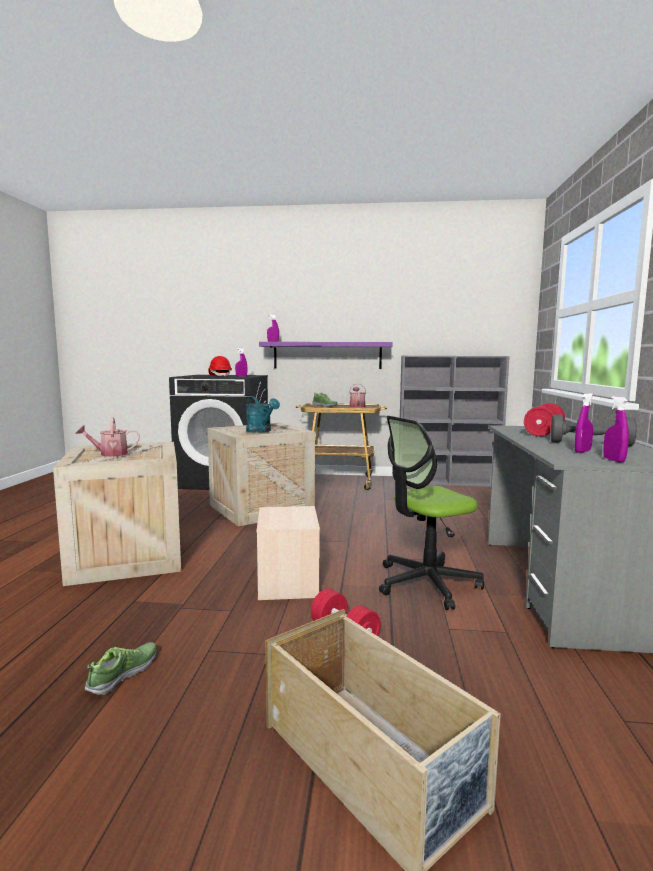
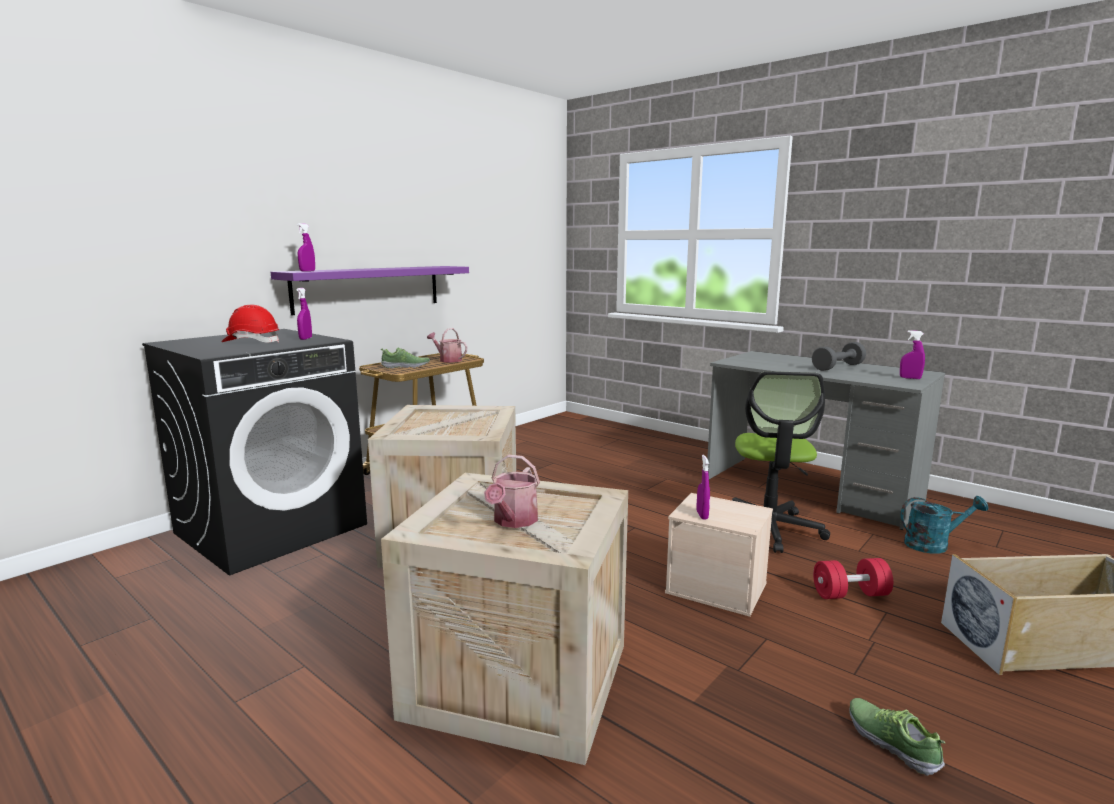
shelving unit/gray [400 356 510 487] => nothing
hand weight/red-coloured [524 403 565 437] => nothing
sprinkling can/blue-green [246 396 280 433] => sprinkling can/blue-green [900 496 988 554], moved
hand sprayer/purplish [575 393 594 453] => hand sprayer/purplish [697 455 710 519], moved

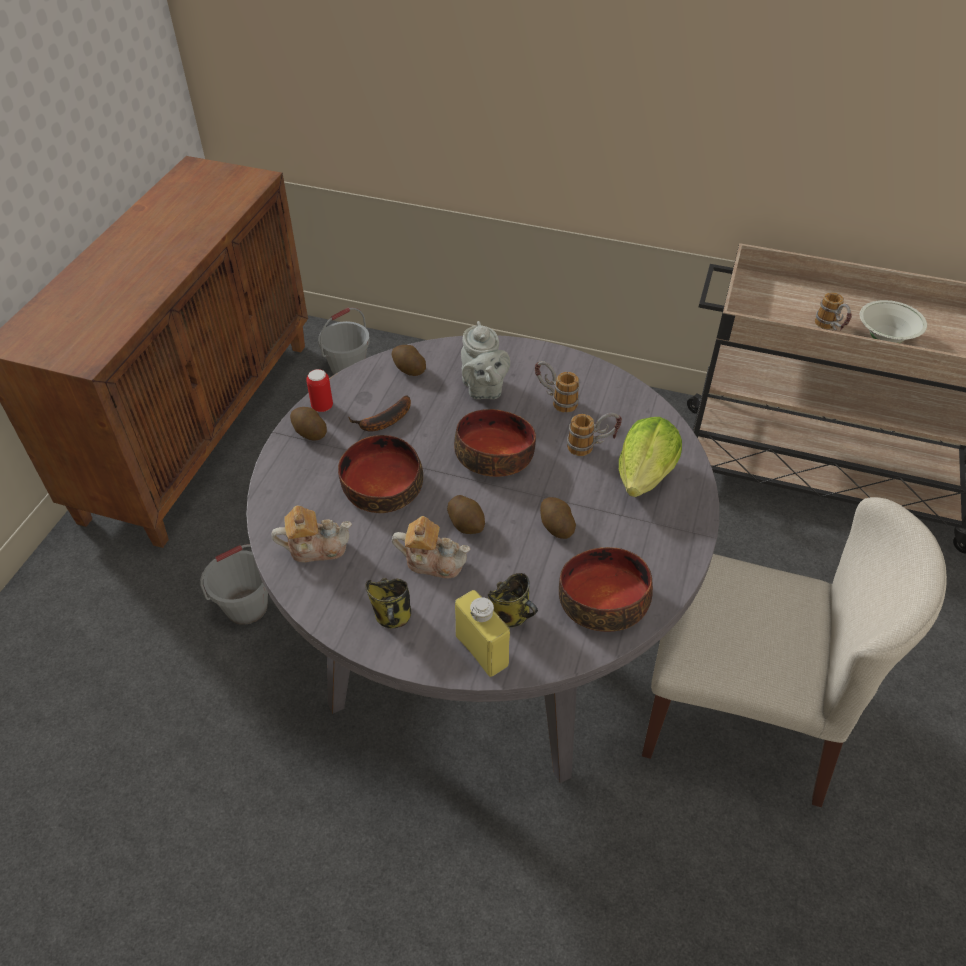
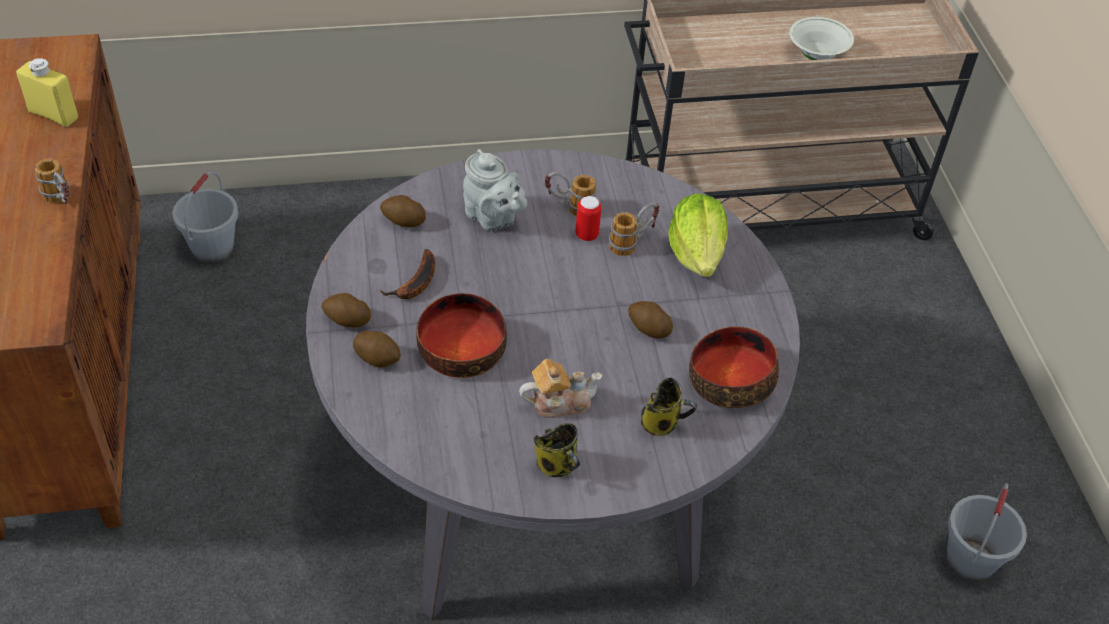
pot for tea [271 505 352 563] => nothing
bowl [454 409 536 477] => nothing
plain chair/beige [642 497 947 807] => nothing
bucket/gray [200 544 268 625] => bucket/gray [946 483 1027 581], moved
sealed can [306 369 333 412] => sealed can [575 196 602 241], moved
whole potato [447 495 485 534] => whole potato [353 331 401 368], moved
bottle/yellow-coloured [455 590 510 677] => bottle/yellow-coloured [16 58 78 127], moved
coffee mug [815 292 852 331] => coffee mug [35 159 70 205], moved

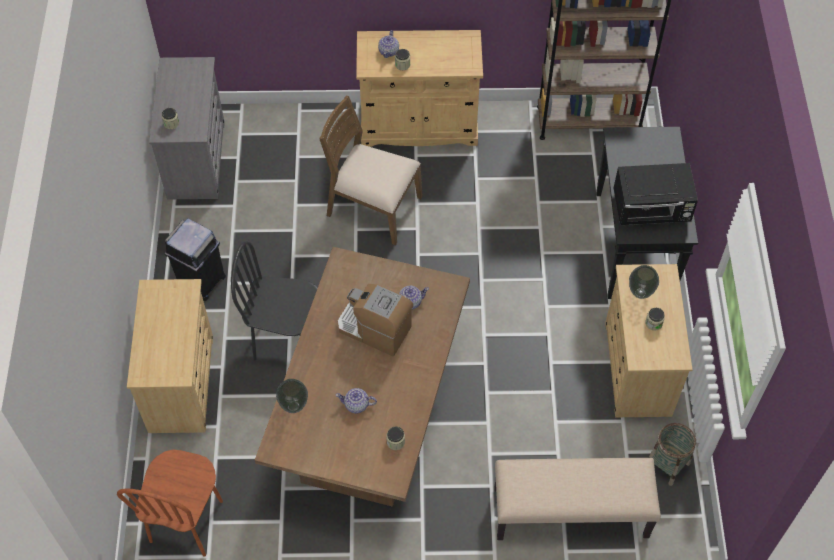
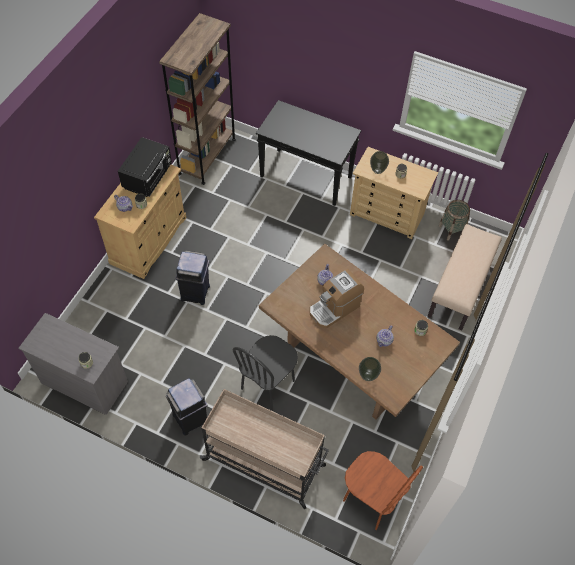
microwave oven/black [614 163 698 226] => microwave oven/black [118 137 172 197], moved
chest of drawers/beige [127 279 213 433] => wheeled cart/beige [200 389 329 509]
plain chair/brown [319 96 423 246] => trash can/bluish [175 250 210 305]

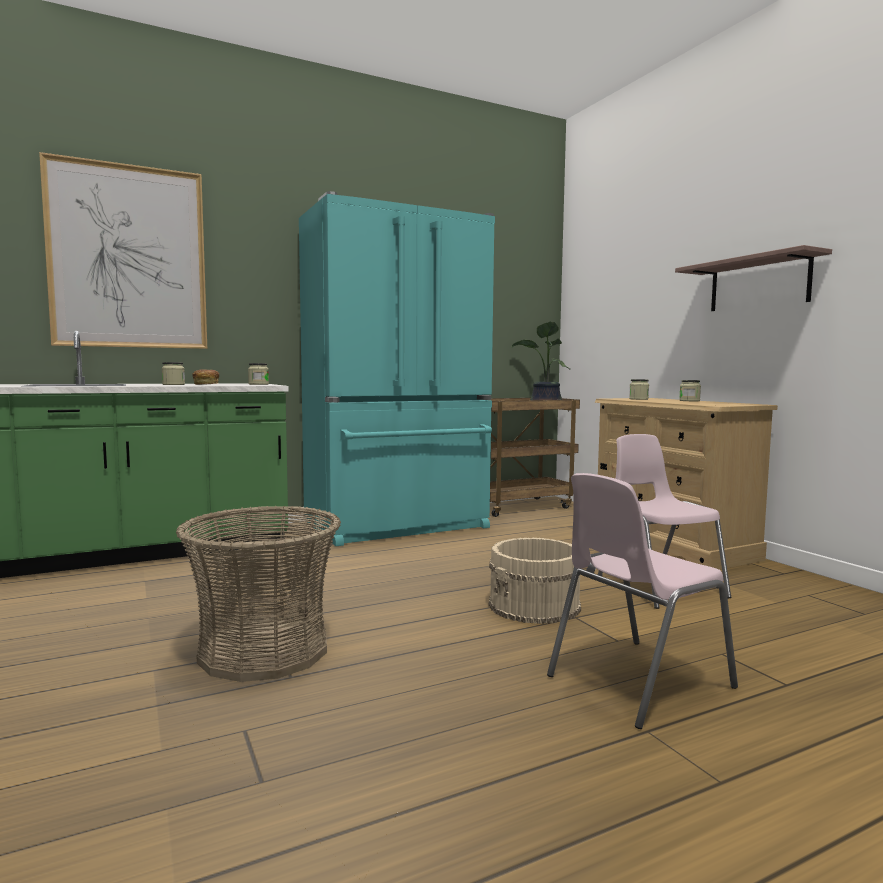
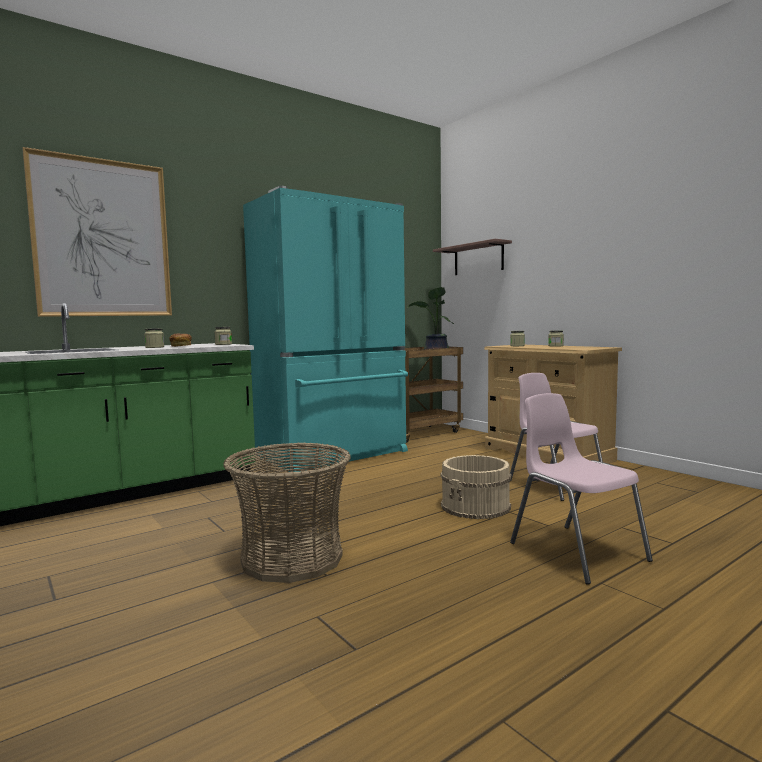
bracket shelf [675 245 832 311] => bracket shelf [433 239 512 275], moved
plain chair/pink [547 473 738 729] => plain chair/pink [510 393 653 584], 105 degrees clockwise

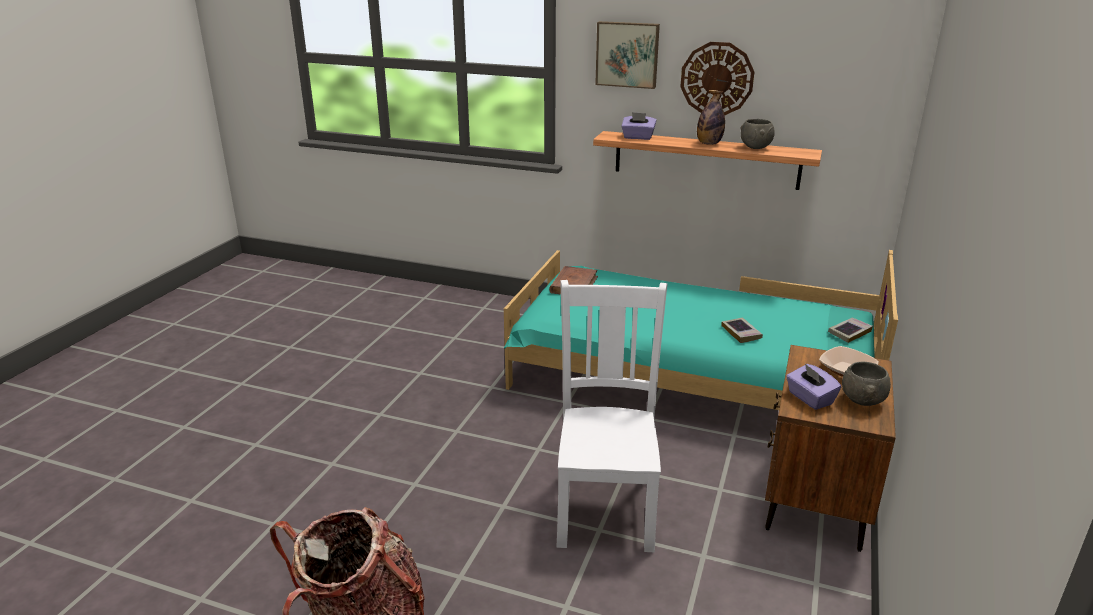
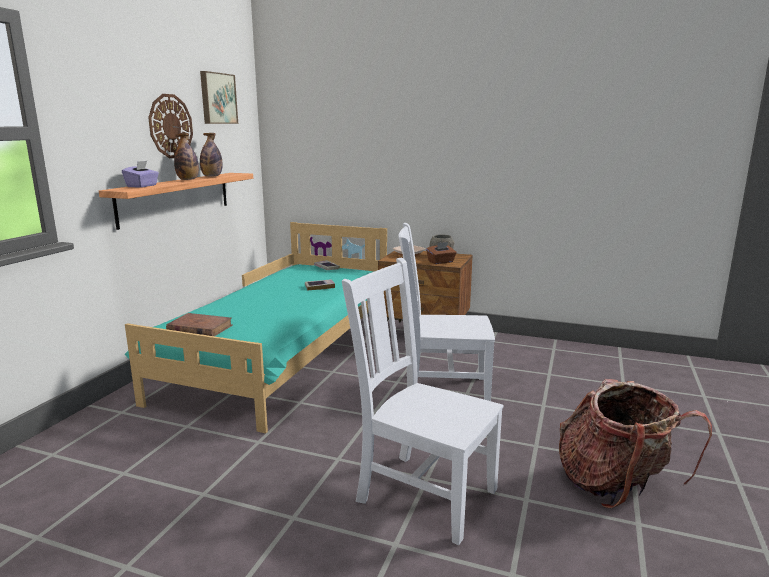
nothing => plain chair/white-coloured [342 258 503 545]
wall picture [595 21 660 89] => wall picture [200 71 238 124], moved
bowl/gray [740 119 775 149] => bottle [200 133 223 177]
box of tissues/purplish [786 364 841 410] => box of tissues/brown [426 242 456 264]

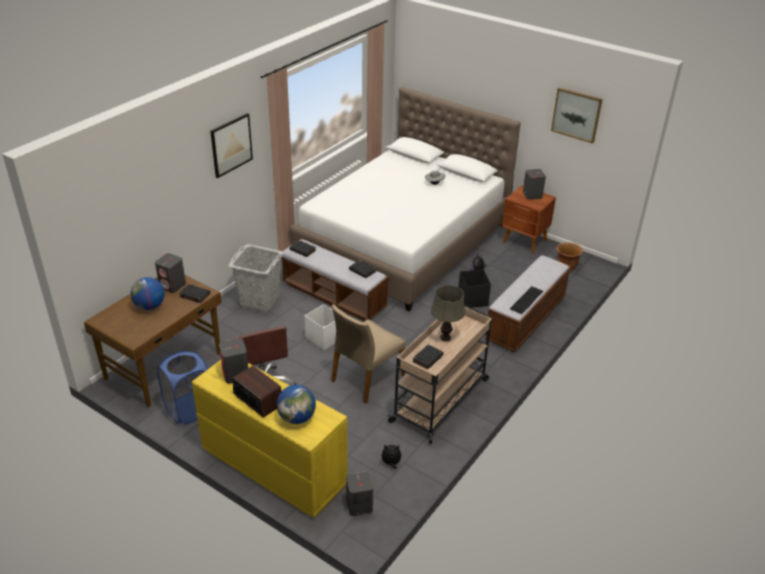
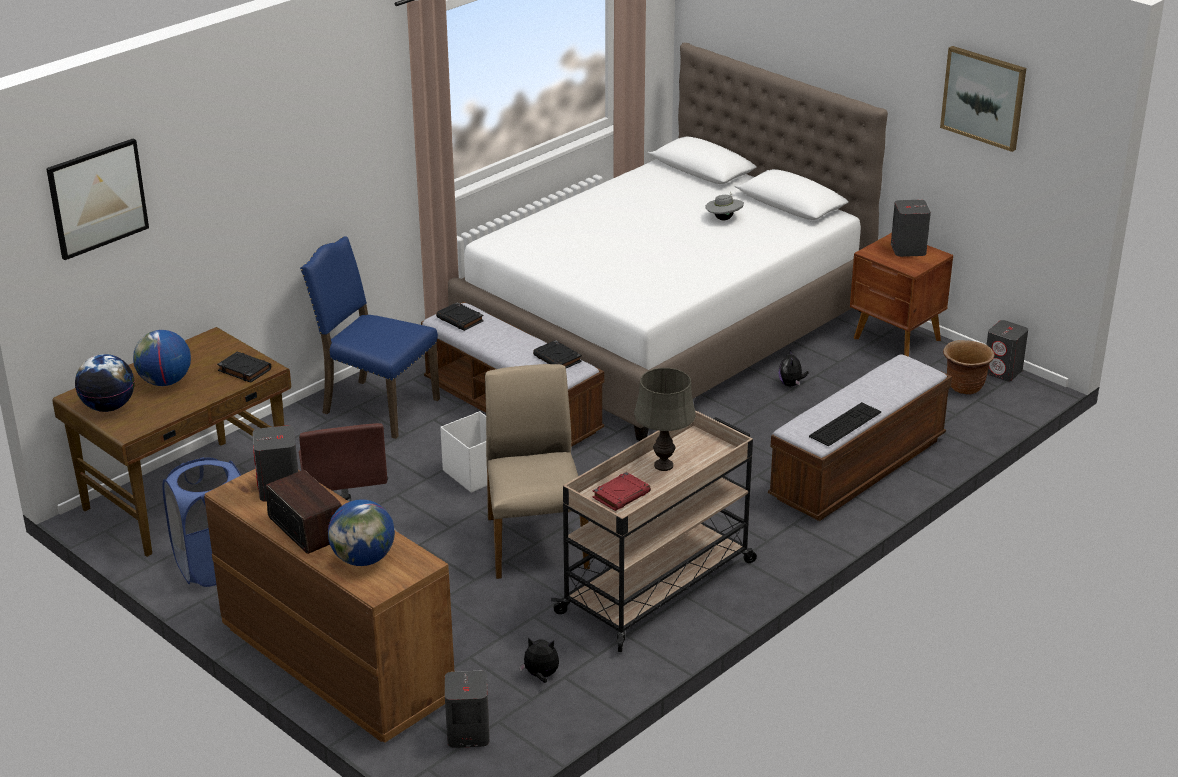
storage box/black [458 269 491 308] => nothing
nothing => desk globe [75 354 134 412]
speaker/gray [155 253 186 293] => speaker/gray [987 320 1028 381], moved
wall picture [211 113 253 178] => wall picture [46 138 149 260], moved
hamper/gray [228 244 284 312] => plain chair/bluish [300 236 440 439]
chest of drawers/yellow-coloured [192 360 348 518] => chest of drawers/brown [204 468 454 743]
book/black [412 345 444 369] => book/red-coloured [593 472 651 511]
plain chair/beige [331 304 405 404] => plain chair/beige [485 364 590 579], 120 degrees clockwise

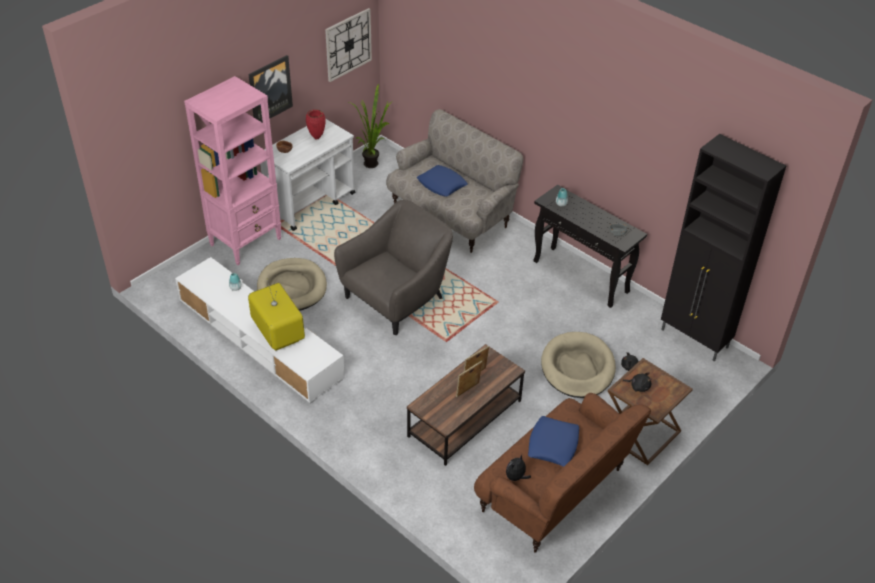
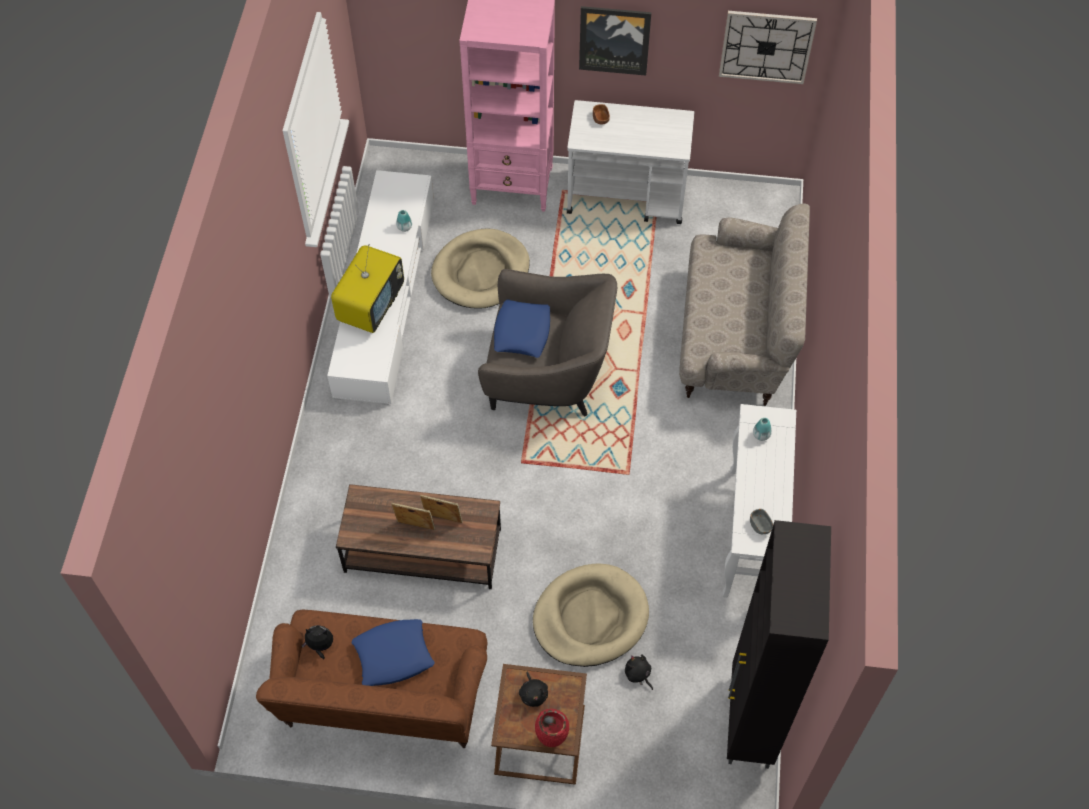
plant in a pot [349 84 391 168] => nothing
decorative vase/red-coloured [306 109 325 140] => decorative vase/red-coloured [535 709 569 747], moved
cushion/bluish [417 165 468 197] => cushion/bluish [494 300 550 358], moved
console table/black [533 185 647 308] => console table/white-coloured [722 404 796 597]

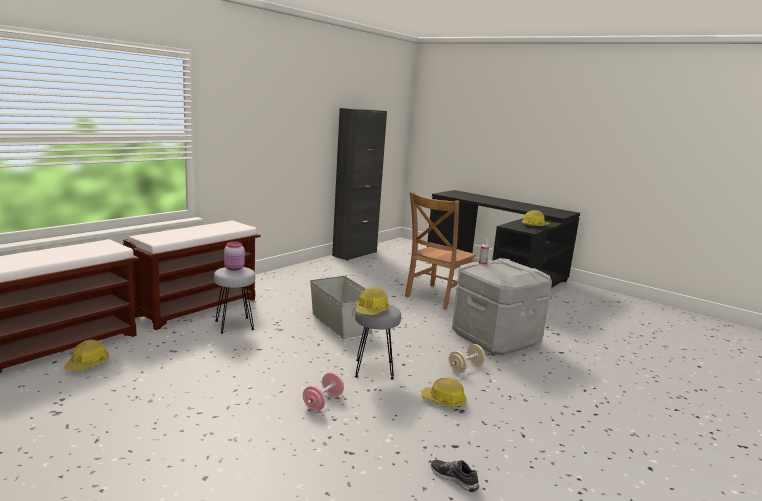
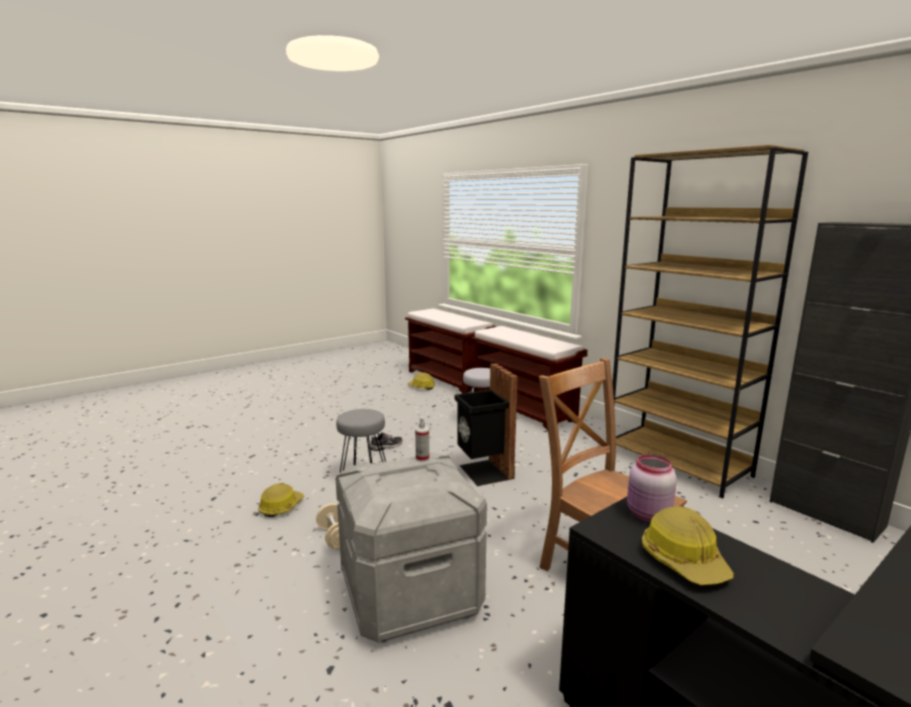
hand weight/pink [303 372 344 411] => nothing
work helmet [356 287 390 315] => nothing
nothing => shelving unit/brown [612 145 808 499]
storage jar/pink [224 241 245 271] => storage jar/pink [627 454 677 522], moved
shoe [431 460 479 492] => shoe [370 432 402 451], moved
storage box/gray [310 276 372 339] => trash can/black [455 363 518 486]

